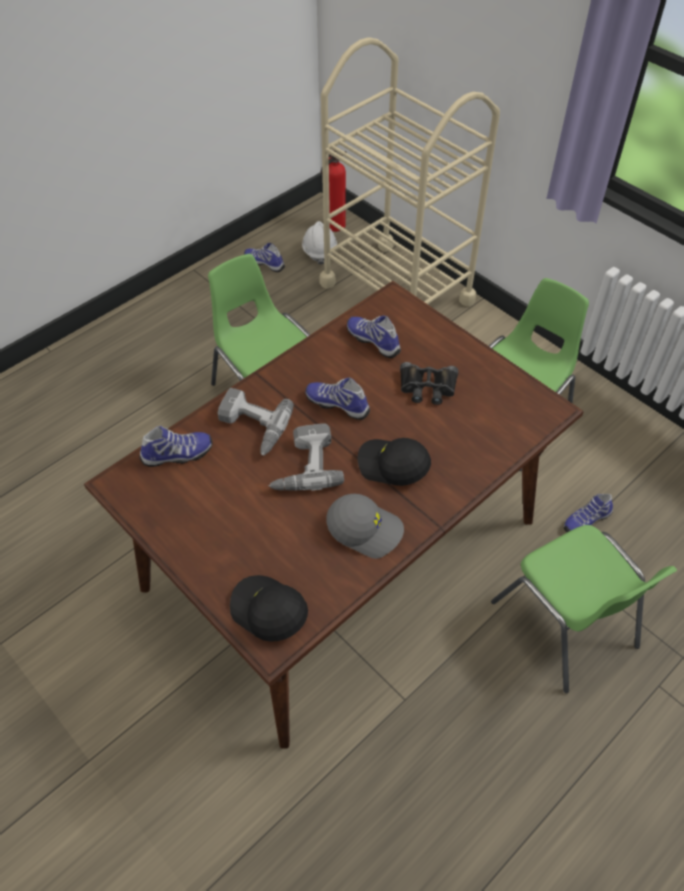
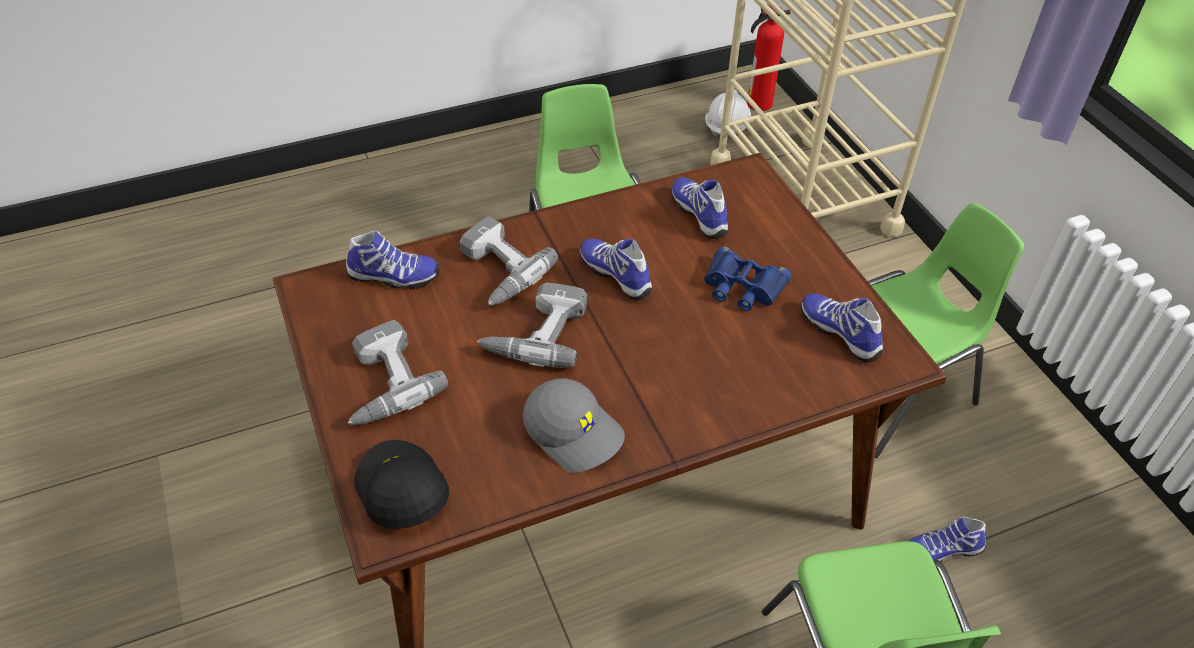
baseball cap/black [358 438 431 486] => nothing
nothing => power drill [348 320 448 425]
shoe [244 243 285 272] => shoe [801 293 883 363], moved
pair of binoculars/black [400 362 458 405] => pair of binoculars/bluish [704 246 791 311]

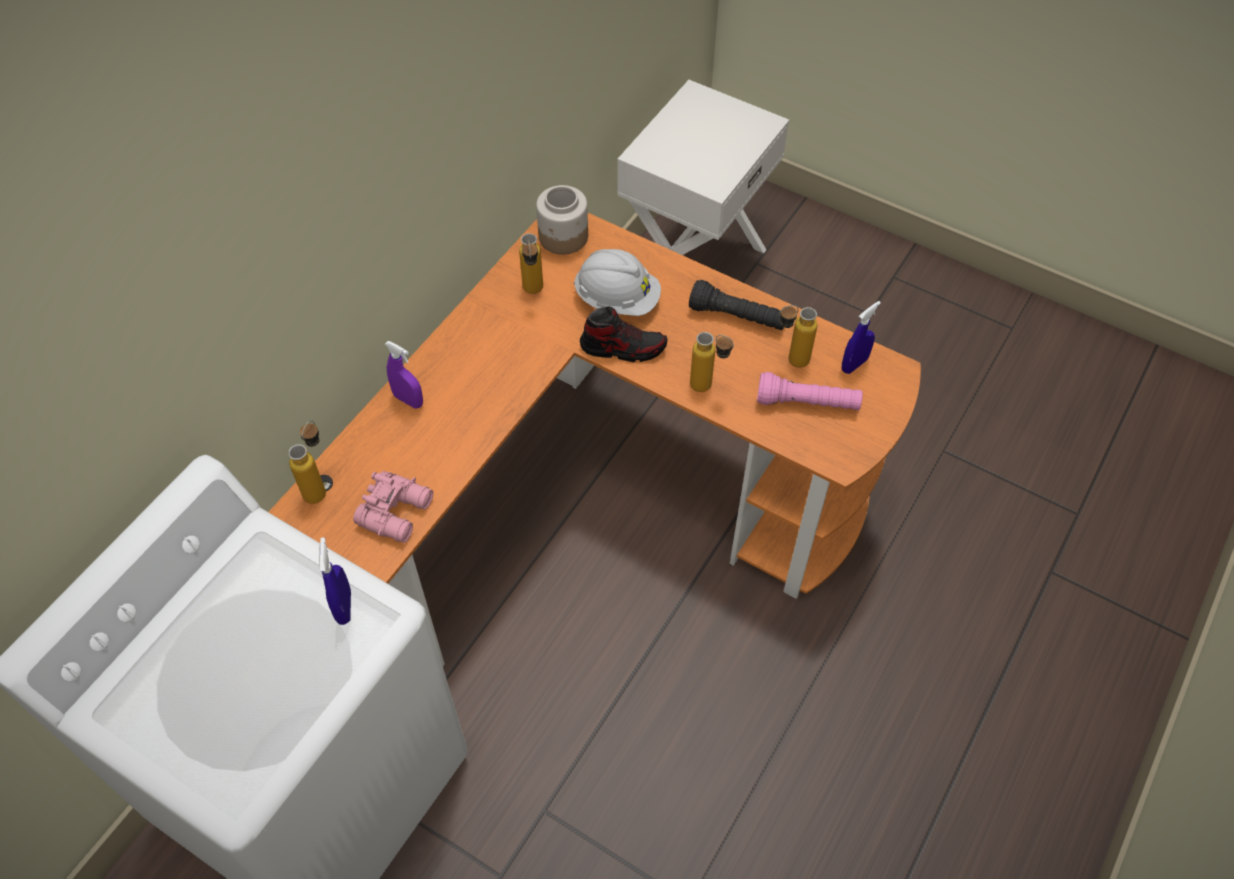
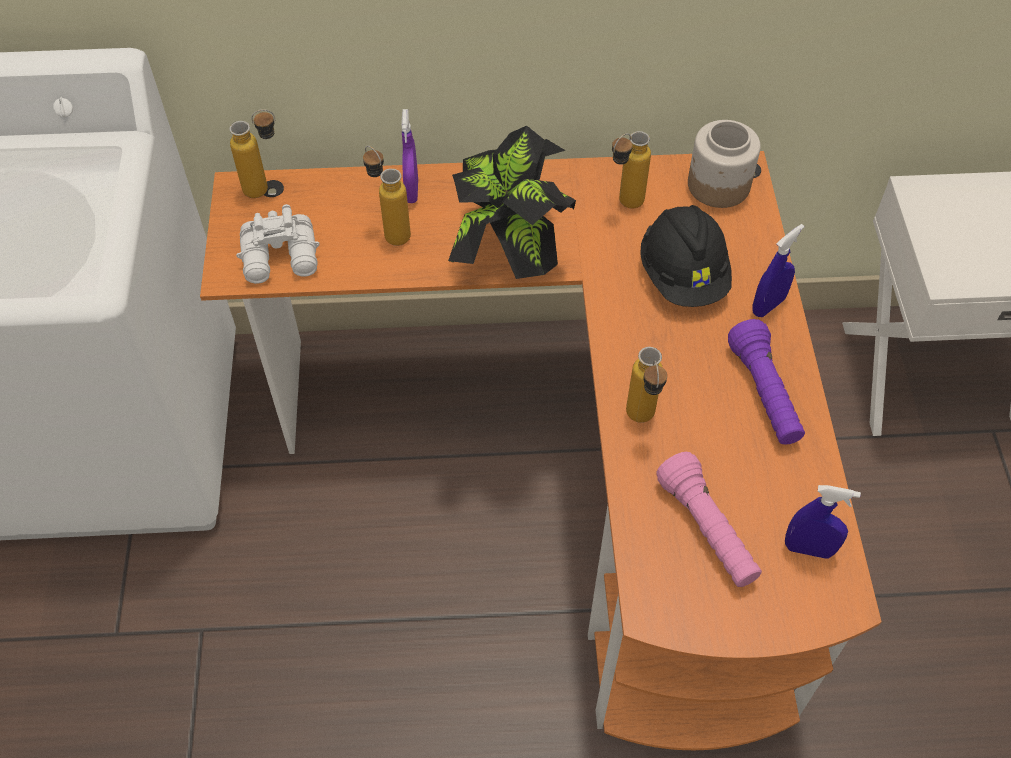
shoe [580 306 667 362] => nothing
nothing => plant in a pot [448 126 576 279]
hand sprayer/bluish [319 537 351 625] => hand sprayer/bluish [752 224 804 317], moved
bottle [779 305 817 368] => bottle [363 146 411 246], moved
pair of binoculars/pink [353 471 433 543] => pair of binoculars/white-coloured [236 204 320 284]
work helmet/white-coloured [574 249 661 316] => work helmet/black [640 205 732 307]
flashlight/black [689 280 784 330] => flashlight/purplish [728 319 805 444]

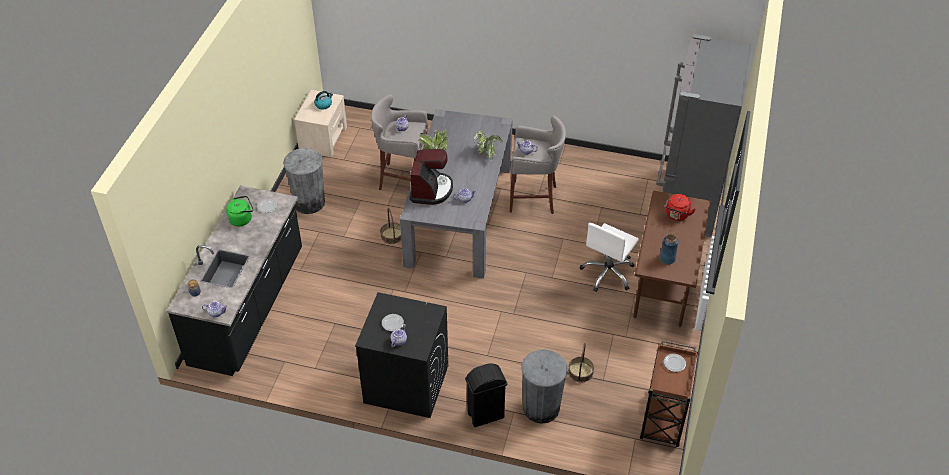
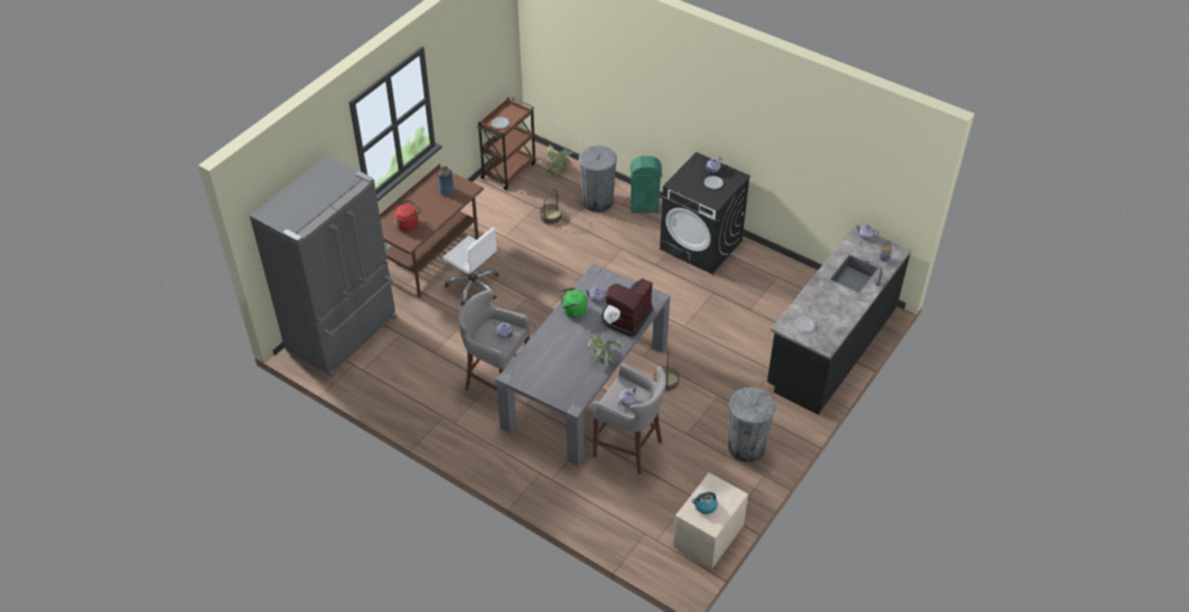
kettle/green [226 196 253 226] => kettle/green [560 288 588 318], moved
plant in a pot [474 131 503 161] => plant in a pot [547 144 573 177], moved
trash can/black [465 363 507 427] => trash can/green [630 156 662 213]
computer chair/white-coloured [580 223 639 292] => computer chair/white-coloured [443 227 499 305], 75 degrees clockwise

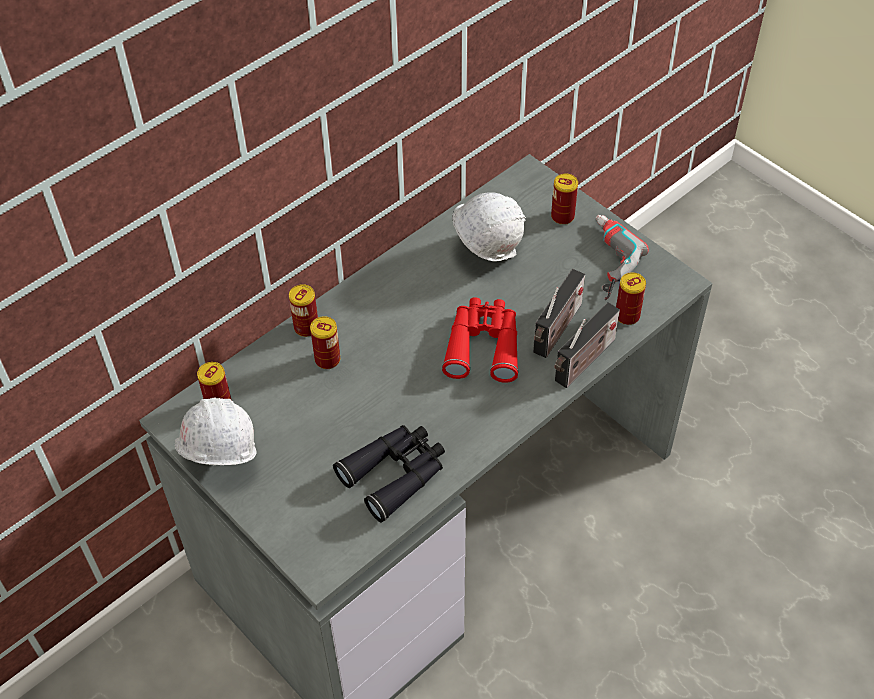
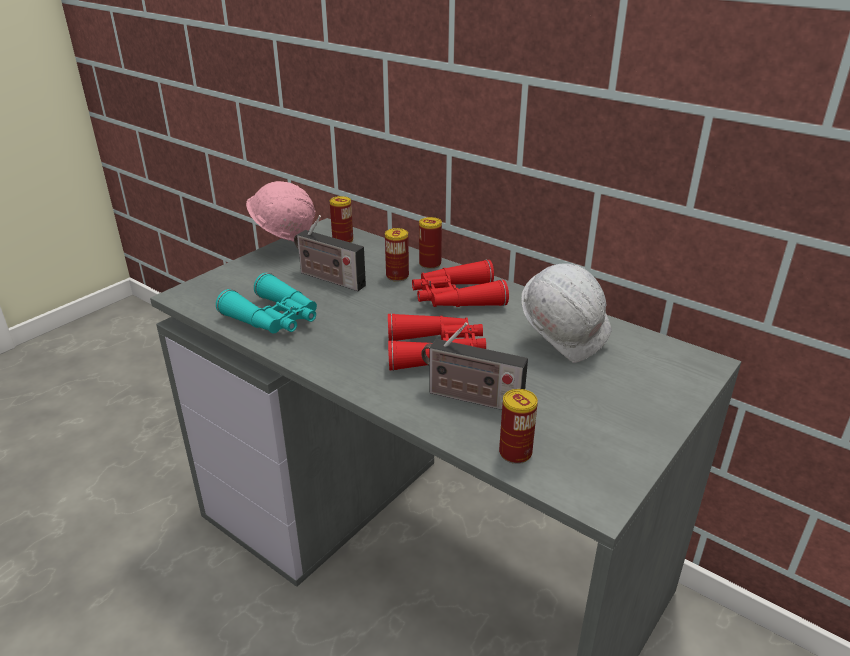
sealed can [551 173 578 225] => nothing
power drill [596 215 649 300] => nothing
nothing => pair of binoculars/red-coloured [412 259 509 307]
radio set [555 302 620 388] => radio set [294 215 366 291], moved
work helmet/white-coloured [175 397 257 465] => work helmet/pink [246 181 316 242]
pair of binoculars/black [333 425 445 523] => pair of binoculars/blue-green [216 273 317 333]

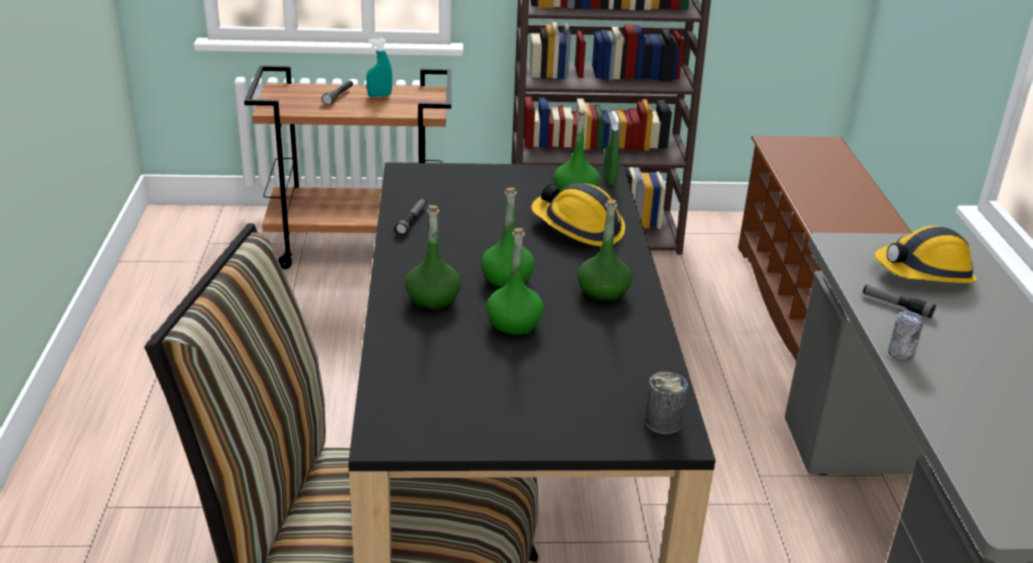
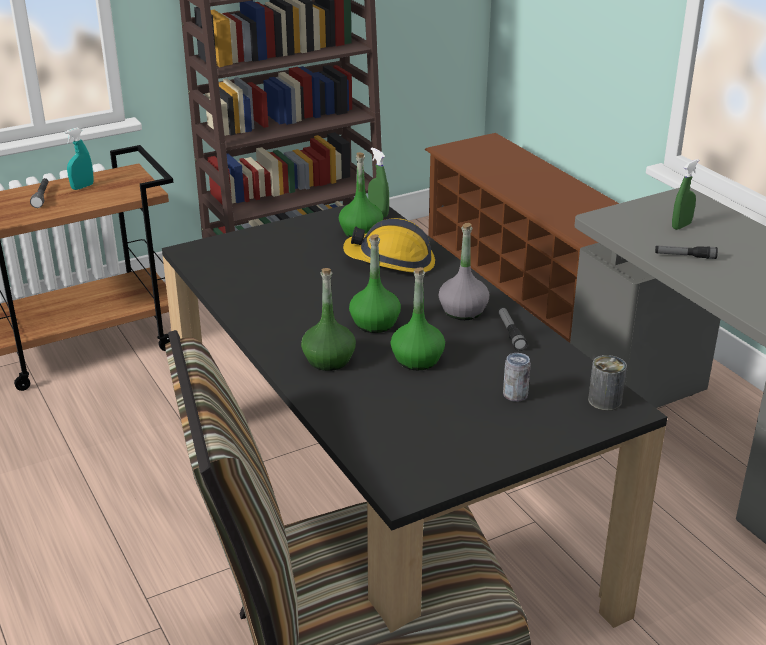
flashlight [395 198 427 235] => flashlight [498 307 527 351], moved
sealed can [888 311 923 361] => sealed can [503 353 531 402], moved
work helmet [875 226 977 283] => hand sprayer/green [672 159 699 230]
bottle/green [577 199 632 304] => bottle/gray [439 223 489 320]

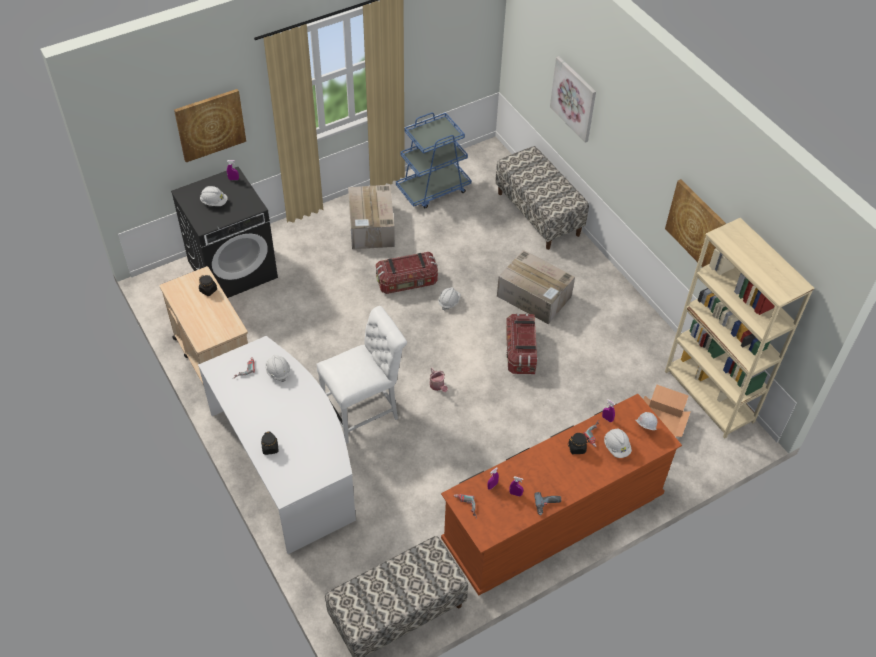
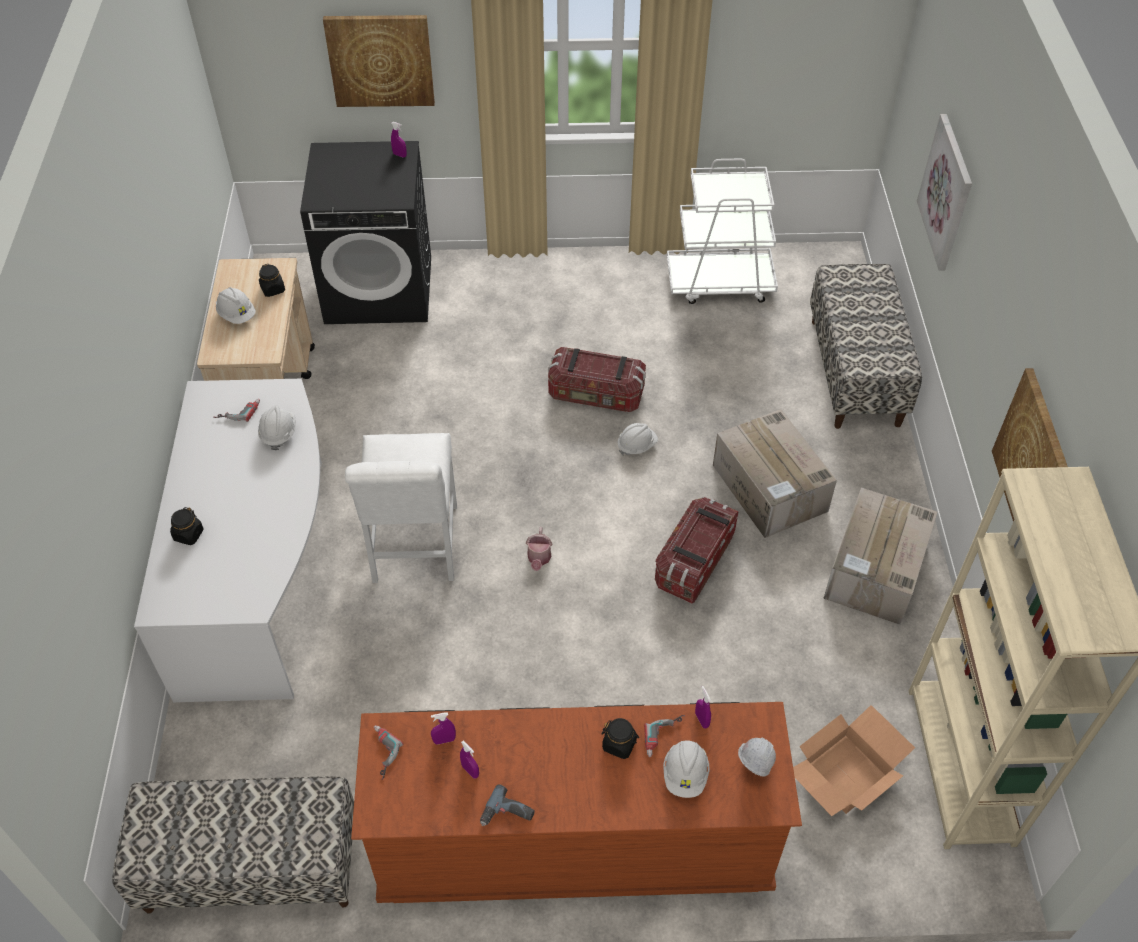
work helmet/white-coloured [200 186 228 206] => work helmet/white-coloured [216 287 256 324], moved
cardboard box [348 185 395 249] => cardboard box [823 487 937 625], moved
wheeled cart/bluish [396 113 471 208] => wheeled cart/white-coloured [667 158 778 304]
plain chair/white-coloured [316 306 407 444] => plain chair/white-coloured [345 433 457 583], 90 degrees clockwise

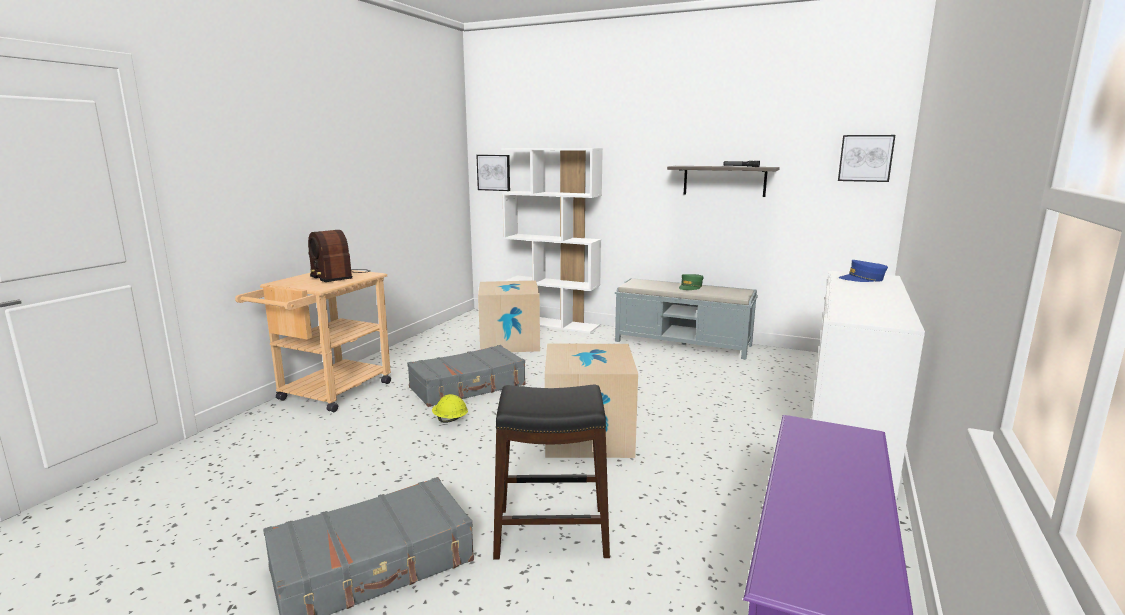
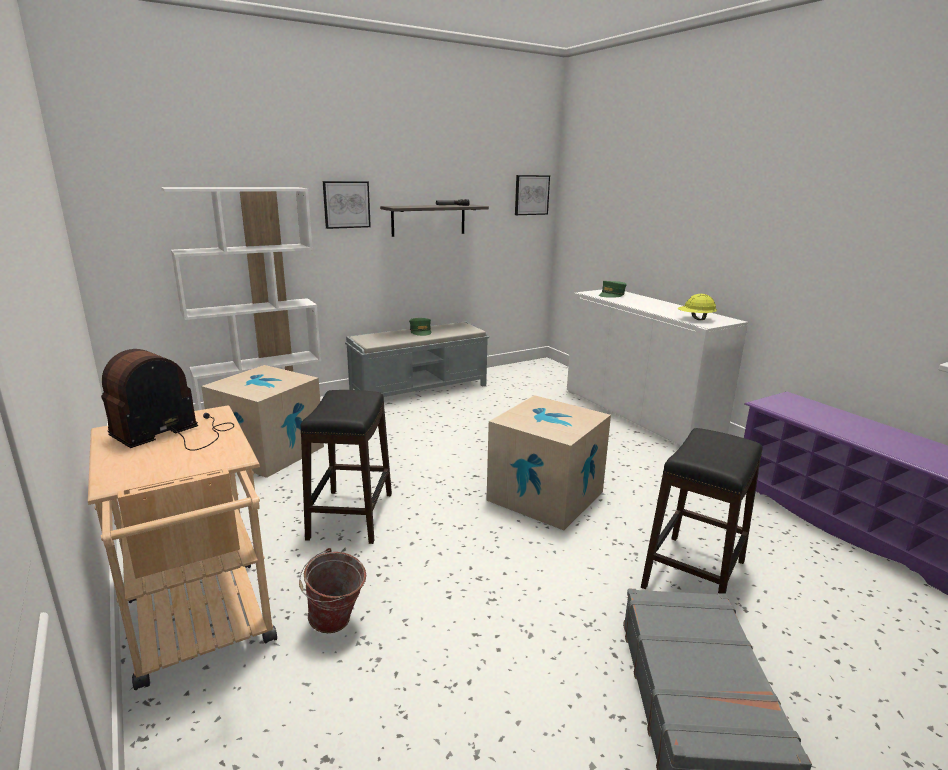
nothing => bucket [299 548 366 633]
work helmet/yellow-coloured [432 394 468 423] => work helmet/yellow-coloured [678 294 717 320], moved
wall picture [476 155 510 191] => wall picture [323 181 371 229], moved
suitcase/gray [407 345 526 407] => sitting stool/black [300 390 392 544]
baseball cap/bluish [839 260 888 282] => baseball cap/green [599 281 627 298]
radio set [308 230 370 282] => radio set [101 349 234 451], 135 degrees clockwise

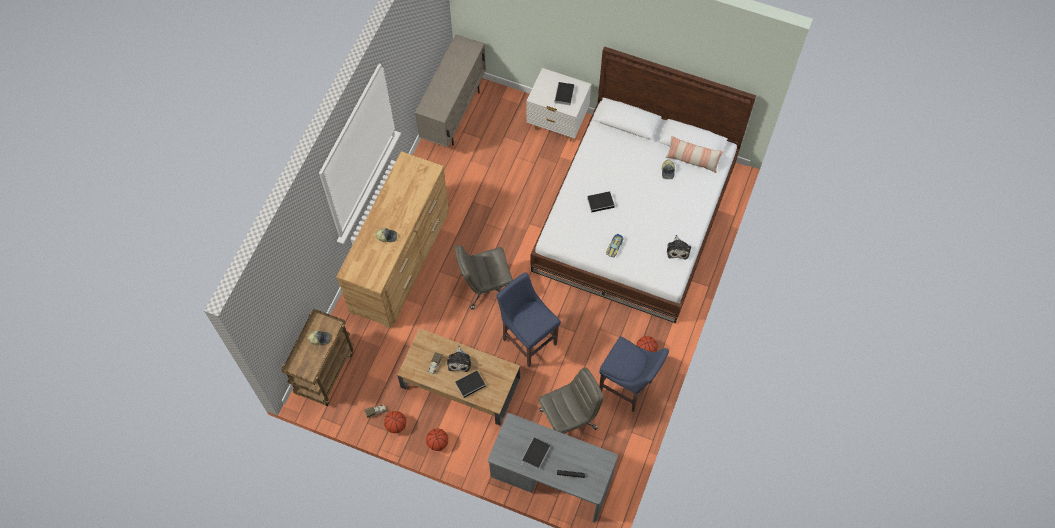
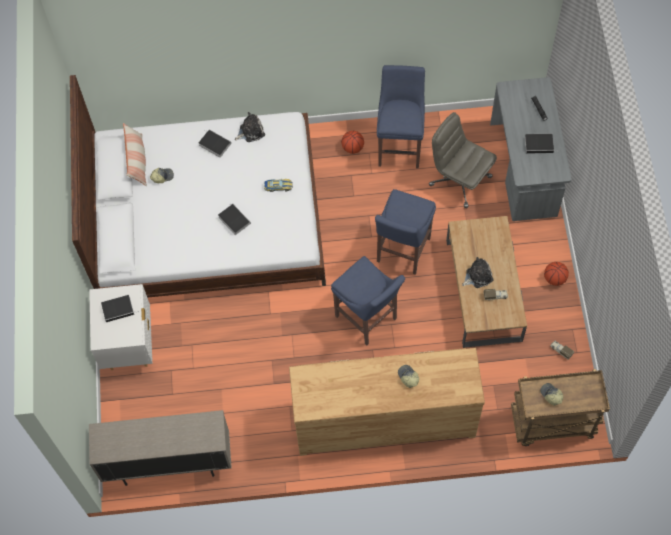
ball for basketball [384 411 406 433] => nothing
book [455 370 488 398] => book [199 129 231 158], moved
computer chair/gray [455 245 513 309] => sitting stool/bluish [331 256 405 346]

